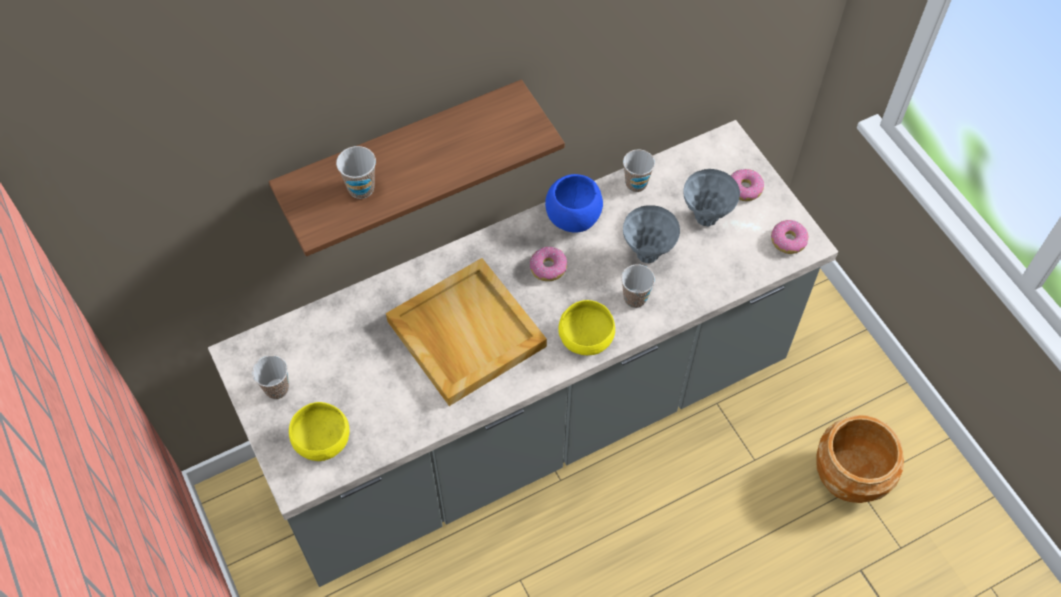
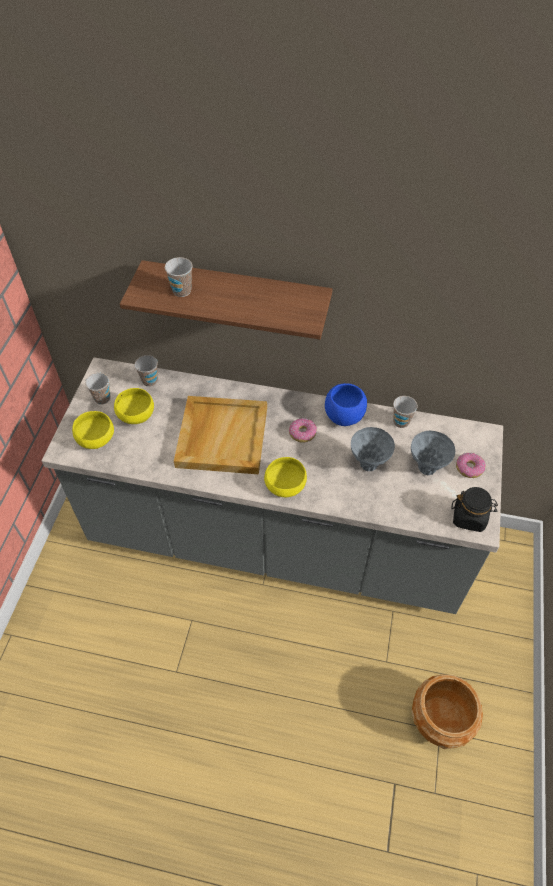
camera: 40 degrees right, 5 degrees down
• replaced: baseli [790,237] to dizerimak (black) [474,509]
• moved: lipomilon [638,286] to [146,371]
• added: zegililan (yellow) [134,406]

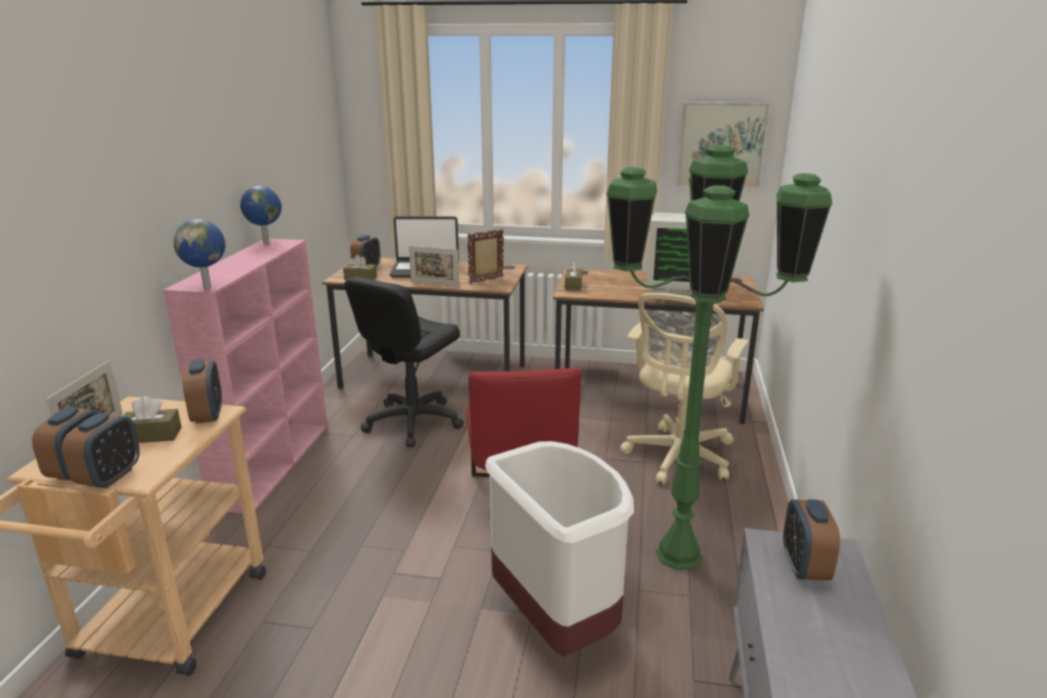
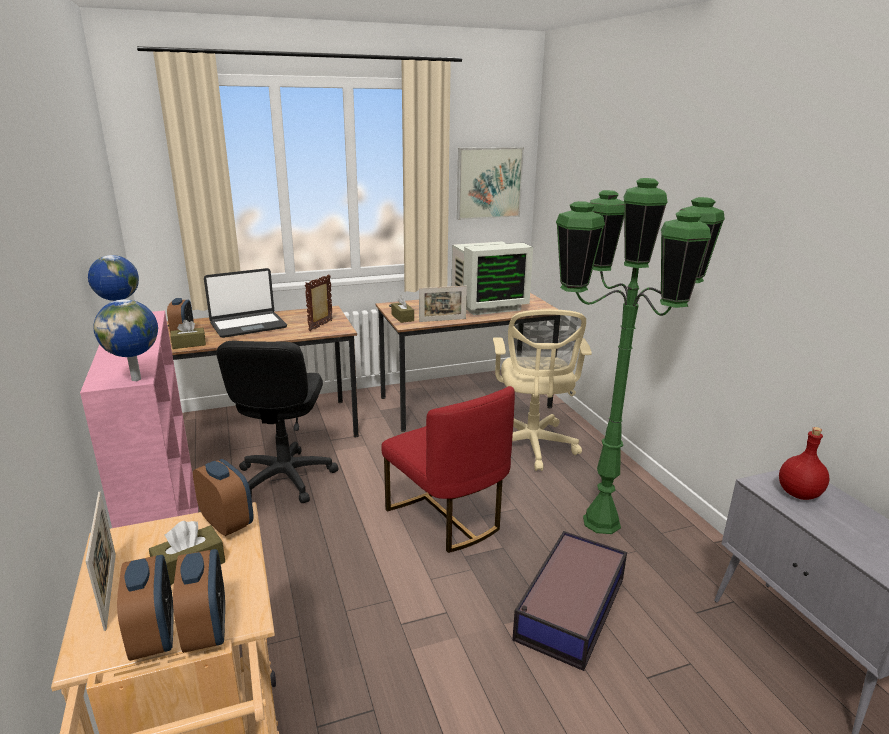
camera: 30 degrees left, 0 degrees up
• moved: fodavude [434,266] to [443,304]
• replaced: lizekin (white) [559,549] to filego [569,601]
• replaced: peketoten [811,539] to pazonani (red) [804,463]

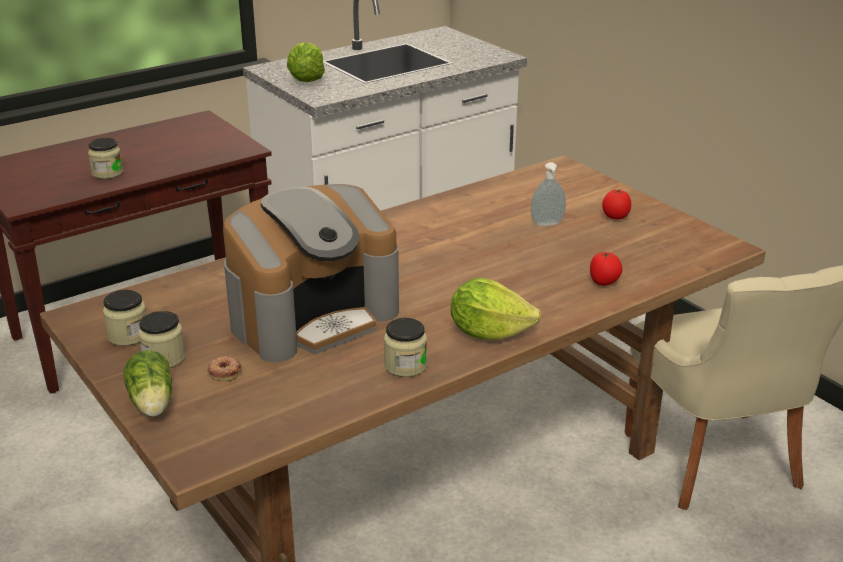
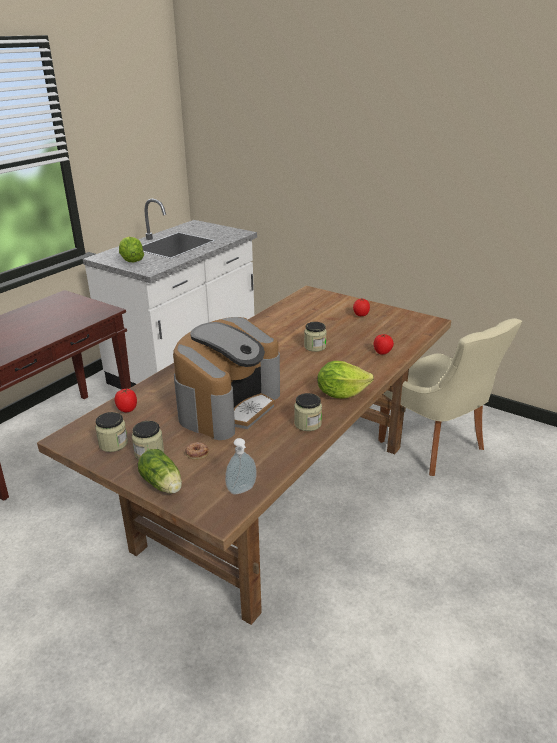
camera: 20 degrees left, 0 degrees up
• moved: dizerimak [105,158] to [315,337]
• moved: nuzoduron [548,194] to [241,466]
• added: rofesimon [126,400]

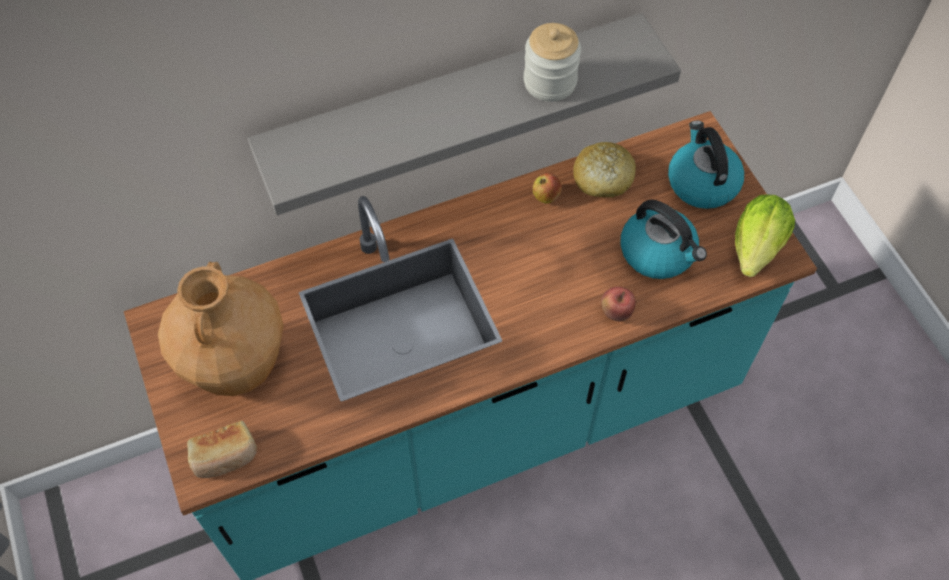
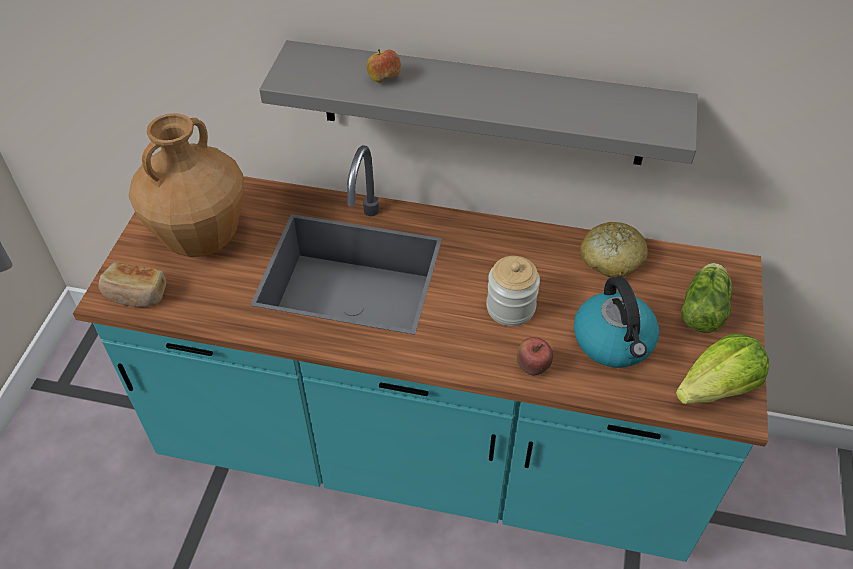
camera: 35 degrees right, 10 degrees down
• moved: dizerimak [552,62] to [513,291]
• replaced: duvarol [706,164] to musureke [706,298]
• moved: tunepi [547,188] to [384,66]

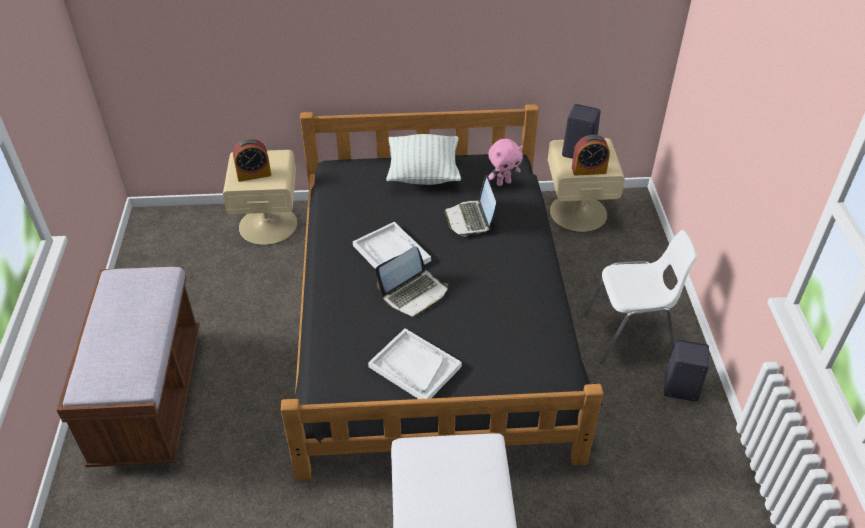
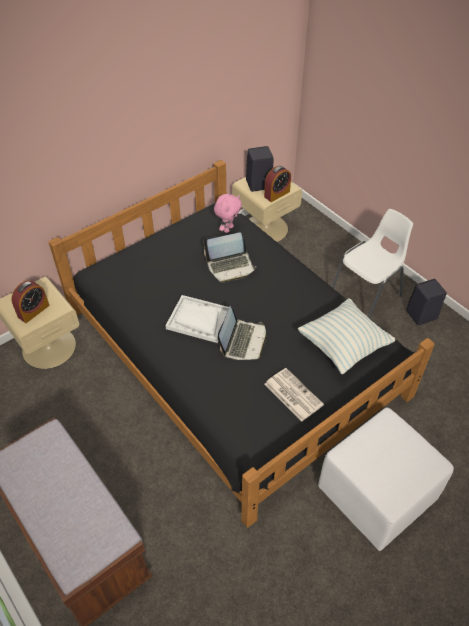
camera: 35 degrees left, 5 degrees up
• moved: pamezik [423,159] to [346,336]
• turned: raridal [470,205] = [230,257] 60 degrees counterclockwise
• replaced: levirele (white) [415,363] to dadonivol [294,395]

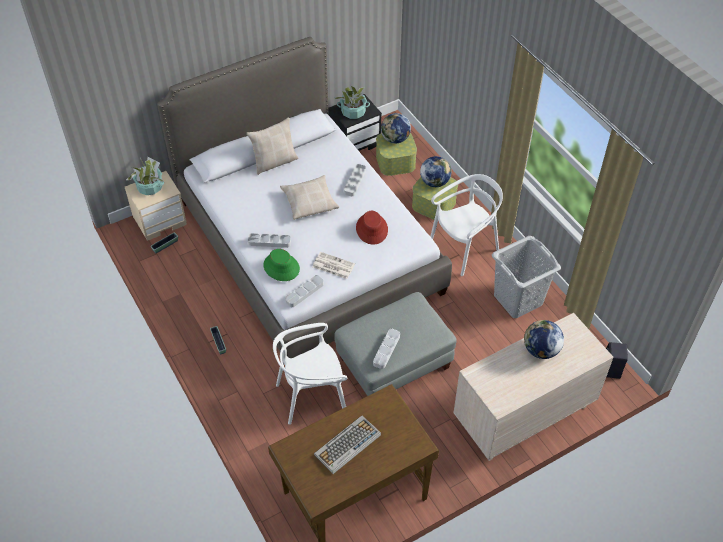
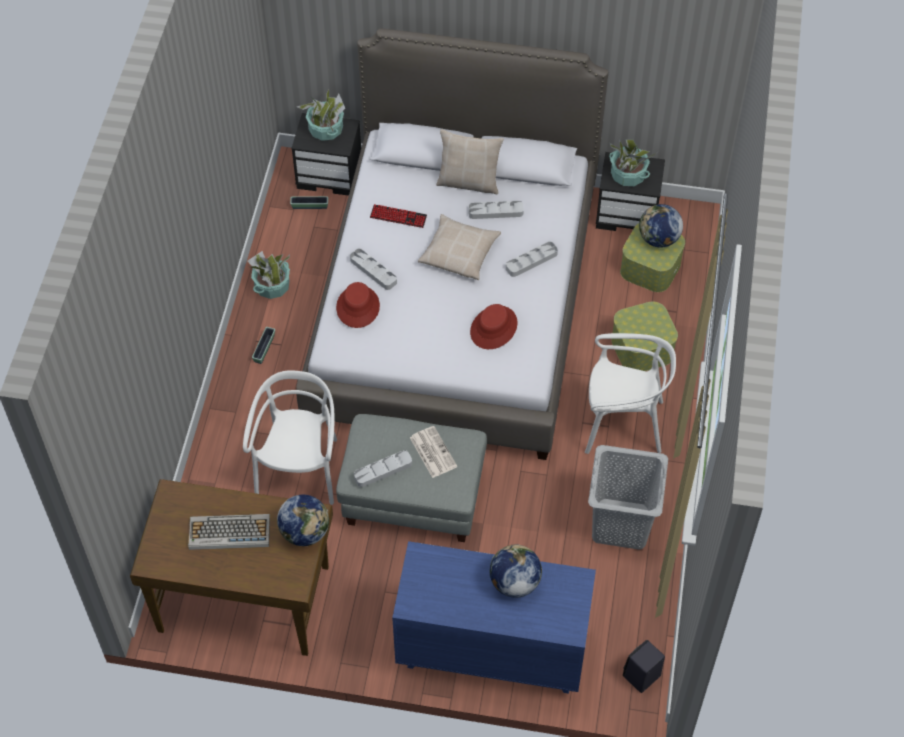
camera: 40 degrees right, 5 degrees up
• moved: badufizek [436,171] to [303,520]
• recoloured: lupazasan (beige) [156,206] to lupazasan (black) [326,154]
• recoloured: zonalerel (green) [281,265] to zonalerel (red) [358,305]
• moved: dadonivol [333,265] to [433,452]
• moved: levirele (grey) [304,291] to [496,210]
• recoloured: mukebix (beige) [533,387] to mukebix (blue) [494,617]
• turned: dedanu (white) [310,374] = [290,437] 75 degrees clockwise
• added: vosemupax [398,216]
• added: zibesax [268,275]

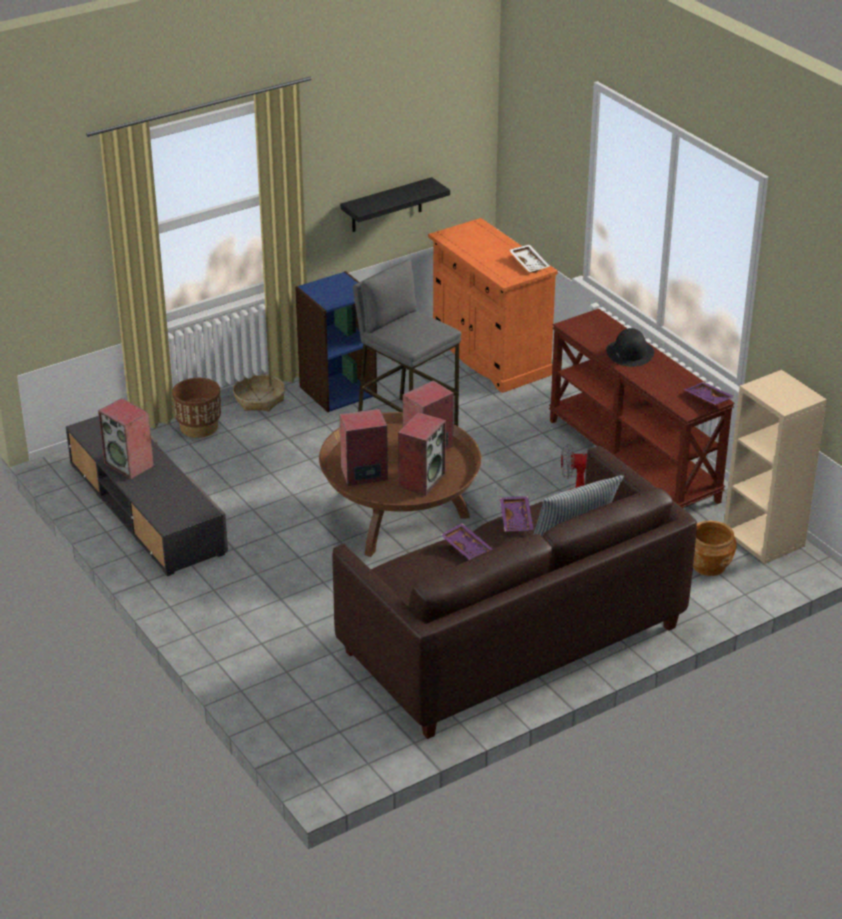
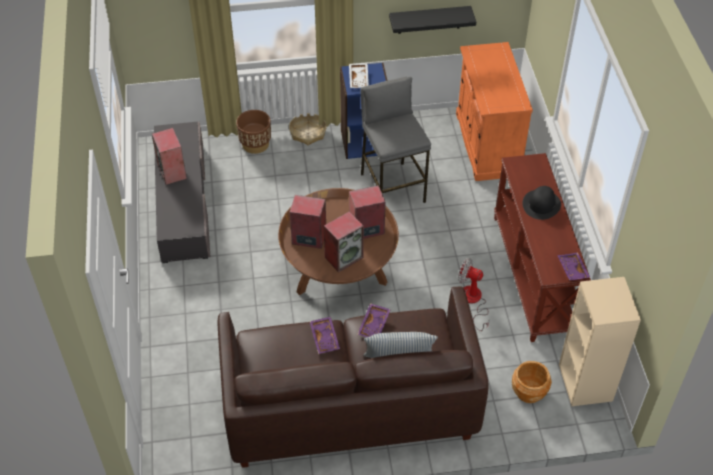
camera: 25 degrees right, 15 degrees up
• moved: levirele (white) [529,258] to [359,75]

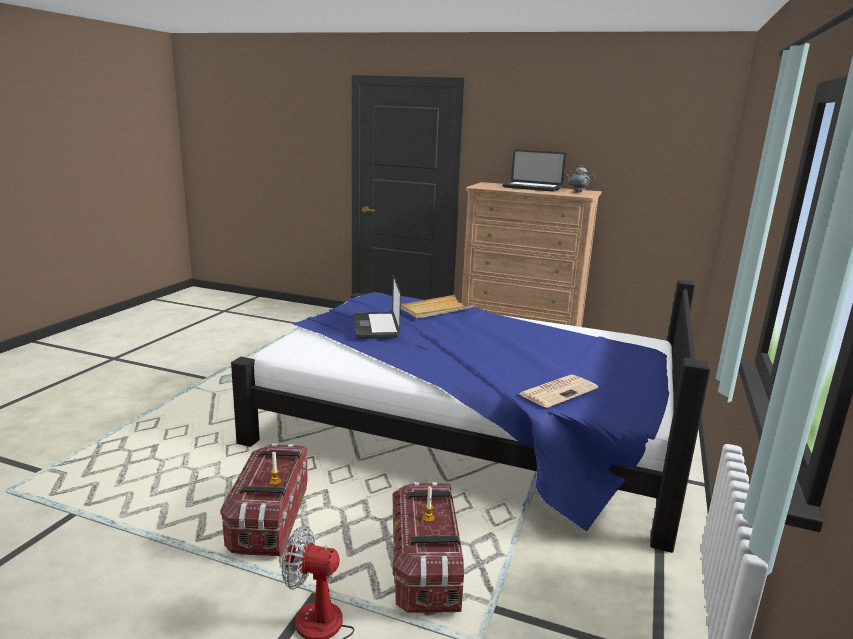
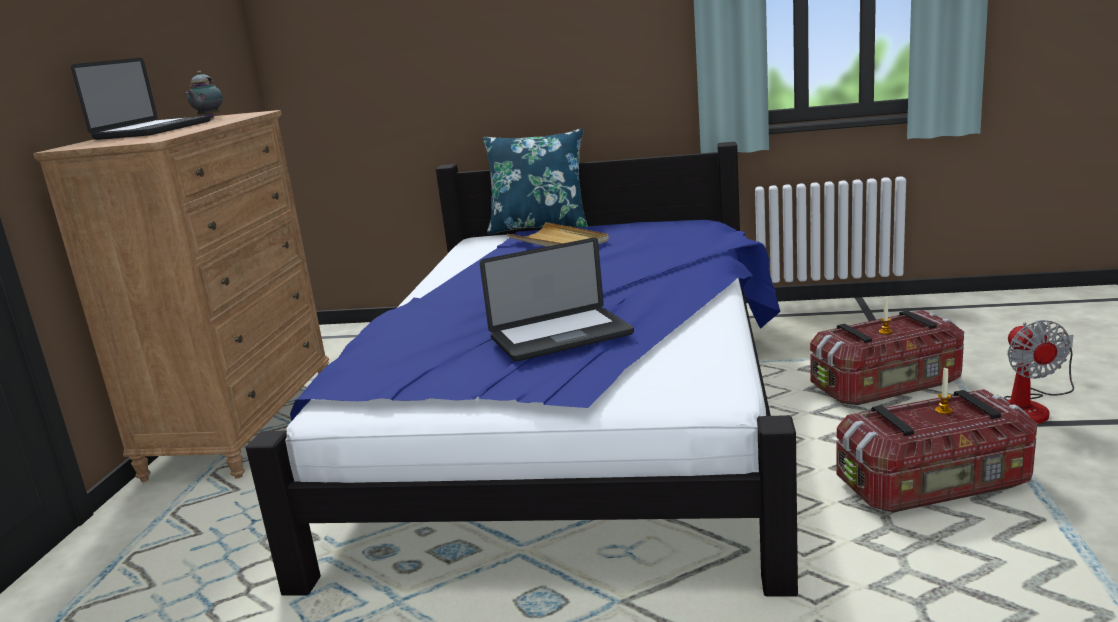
camera: 100 degrees left, 0 degrees up
• moved: levirele (beige) [438,307] to [558,234]
• removed: dadonivol [558,391]
• added: pamezik (blue) [535,181]

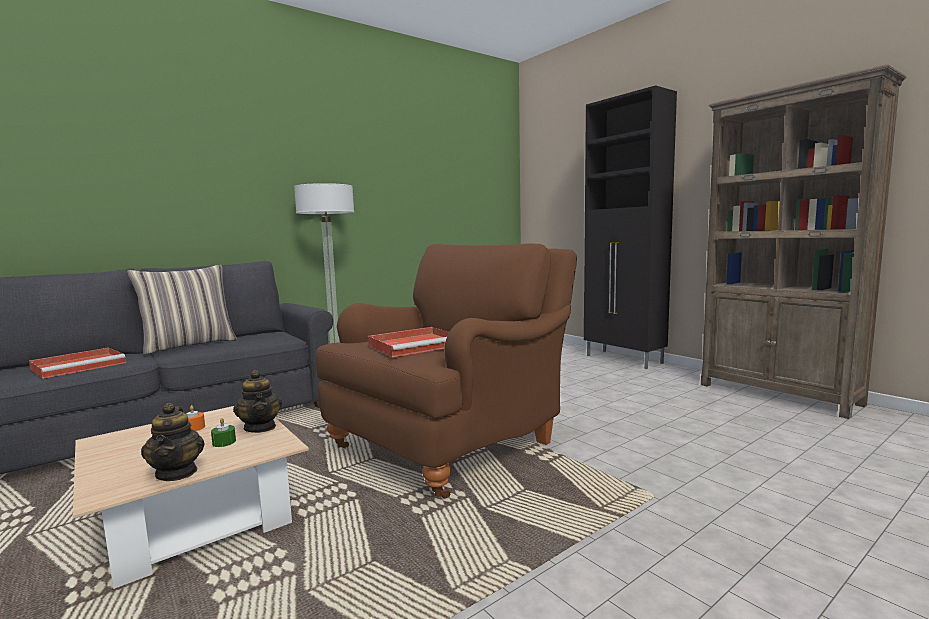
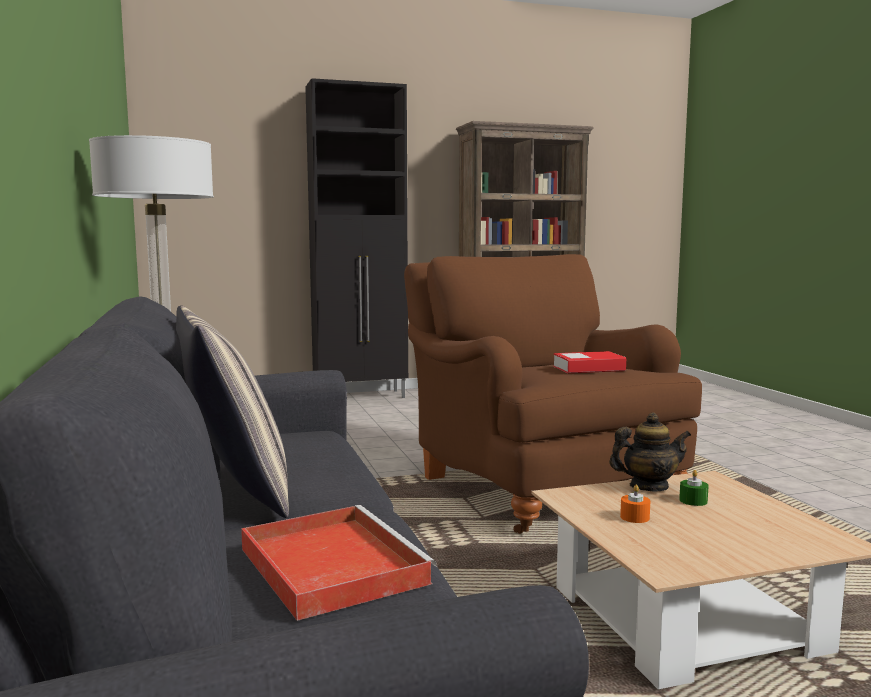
camera: 70 degrees left, 0 degrees up
• replaced: levirele (red) [408,342] to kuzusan [589,362]
• removed: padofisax [173,442]

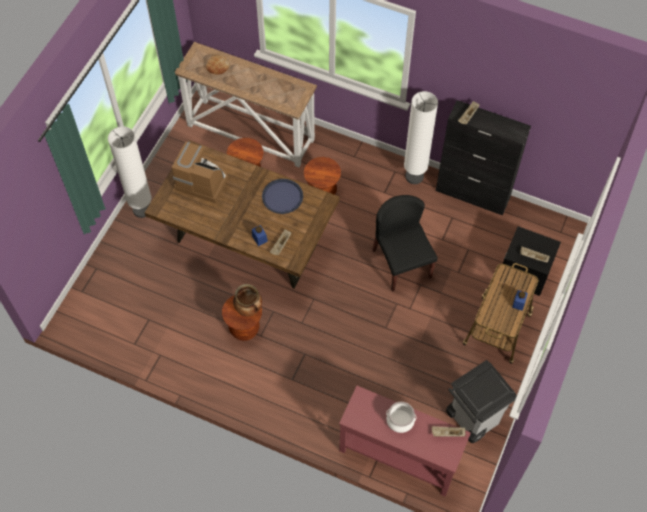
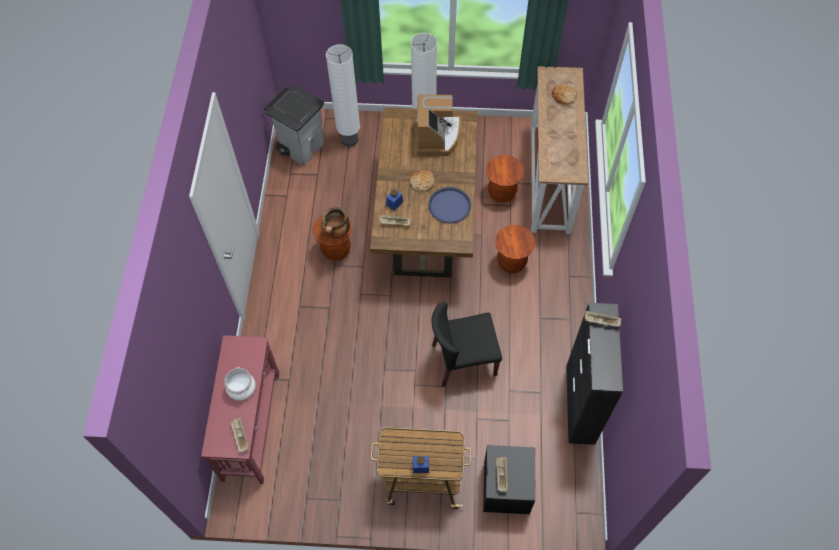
camera: 70 degrees right, 0 degrees up
• moved: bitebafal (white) [421,137] to [343,95]
• turned: dedanu (black) [405,243] = [467,344] 150 degrees counterclockwise
• moved: lizekin (grey) [481,401] to [293,125]
• added: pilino [422,180]

